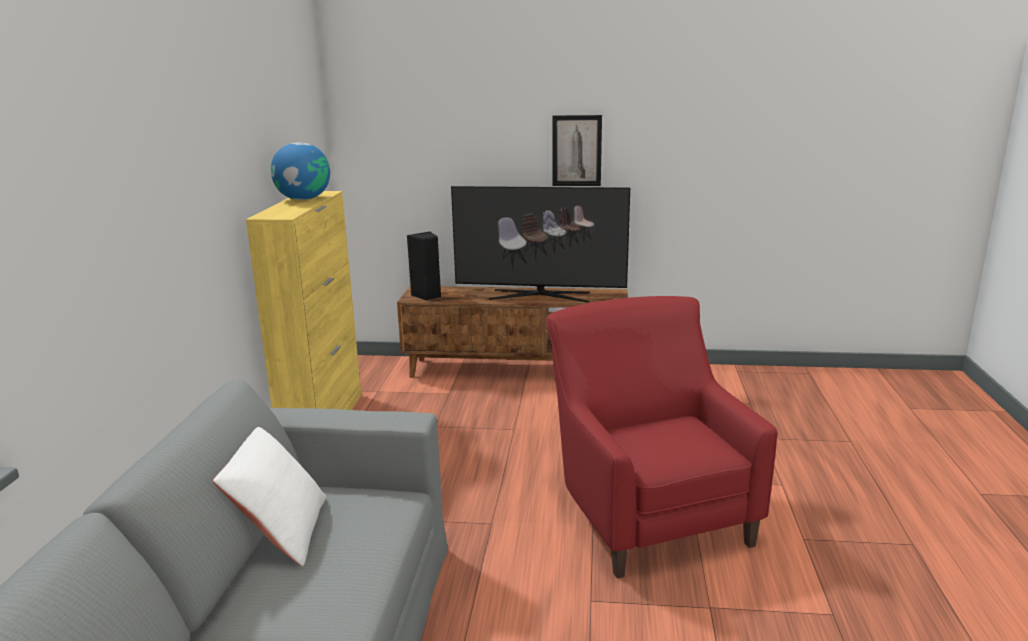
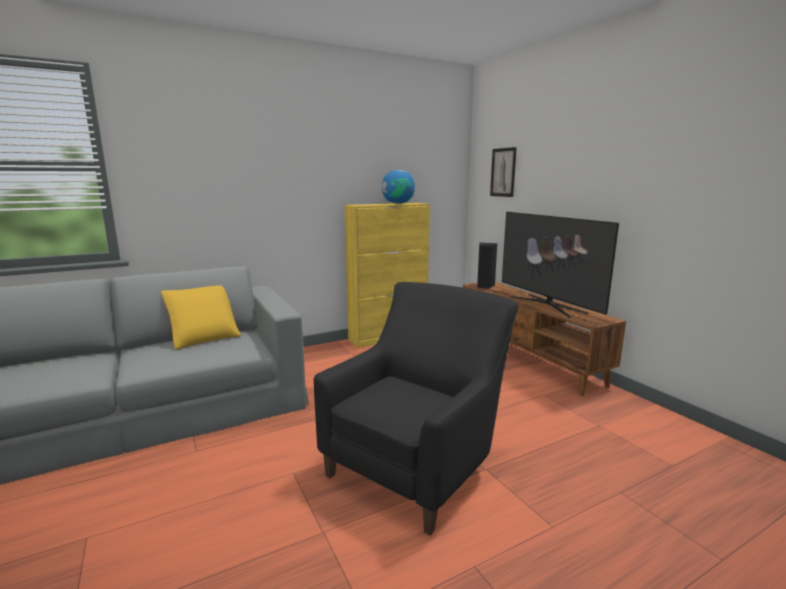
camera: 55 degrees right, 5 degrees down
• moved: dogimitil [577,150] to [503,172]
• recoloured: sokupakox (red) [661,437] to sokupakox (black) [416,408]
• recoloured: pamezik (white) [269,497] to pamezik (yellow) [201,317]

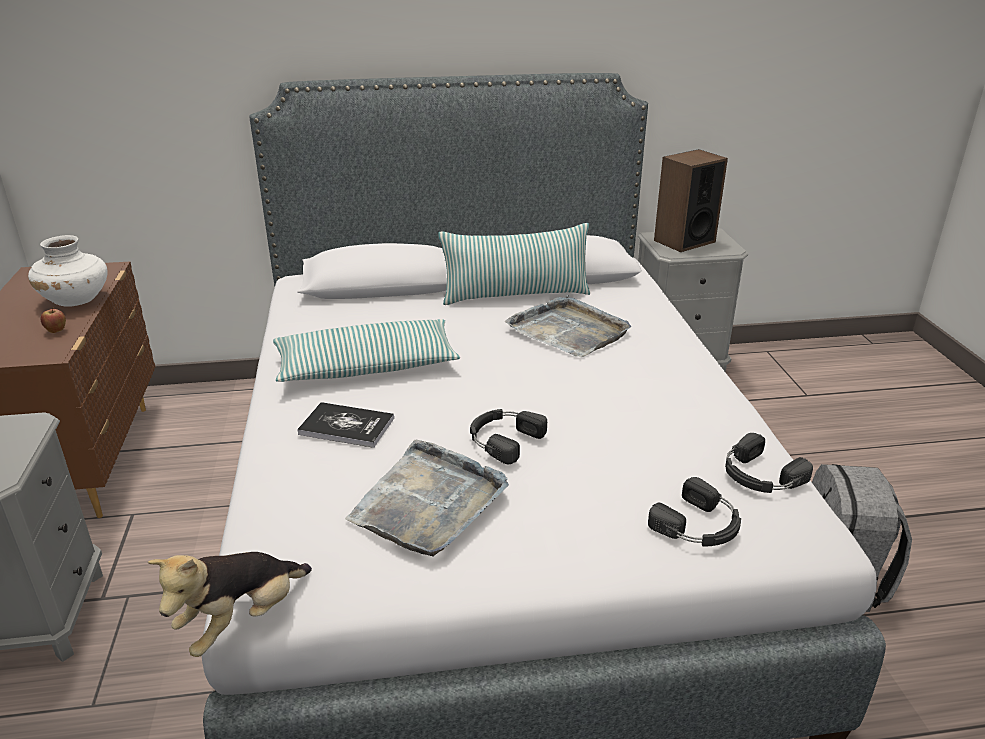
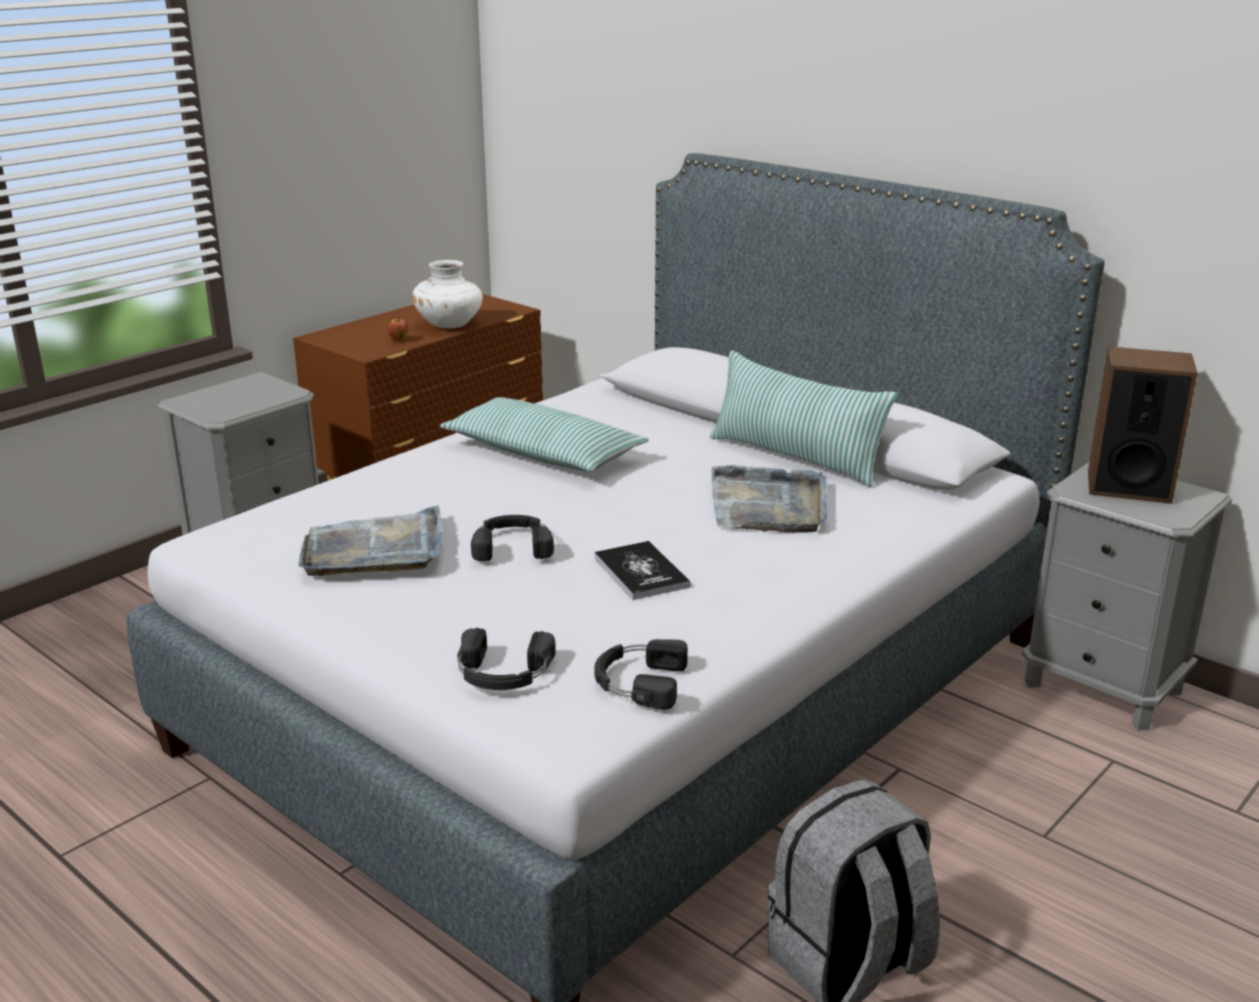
camera: 50 degrees right, 5 degrees down
• moved: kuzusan [345,425] to [642,570]
• removed: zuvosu [230,604]

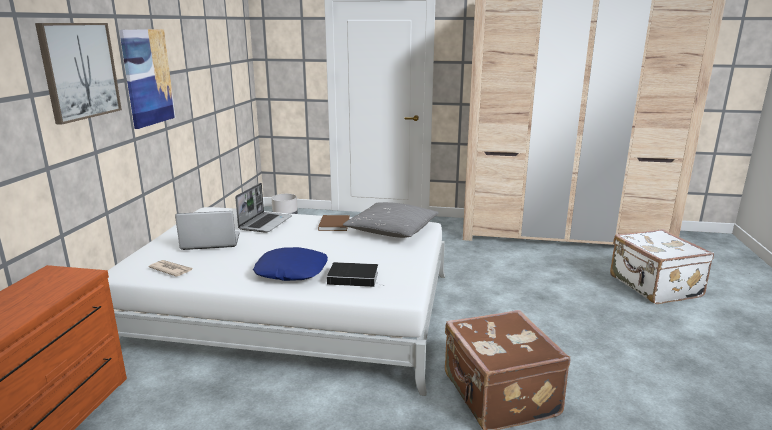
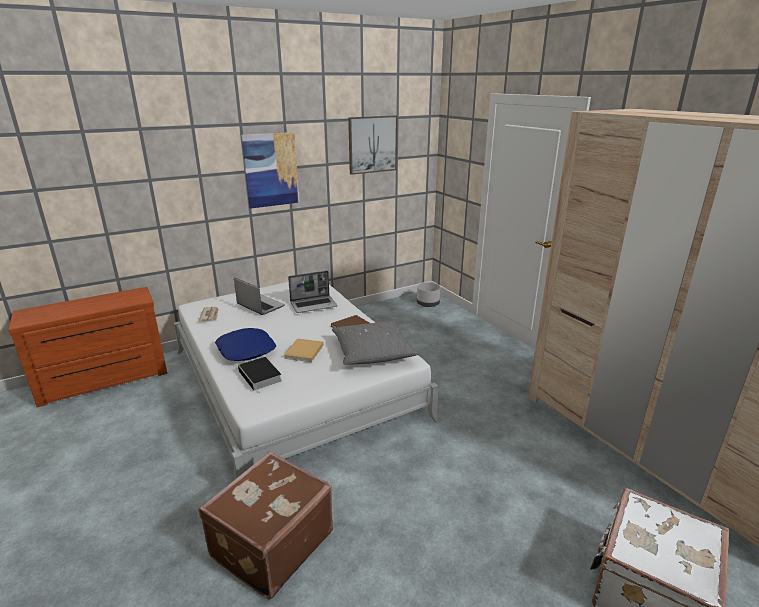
camera: 50 degrees right, 5 degrees up
• moved: dogimitil [78,74] to [373,145]
• added: kuzusan (beige) [304,350]

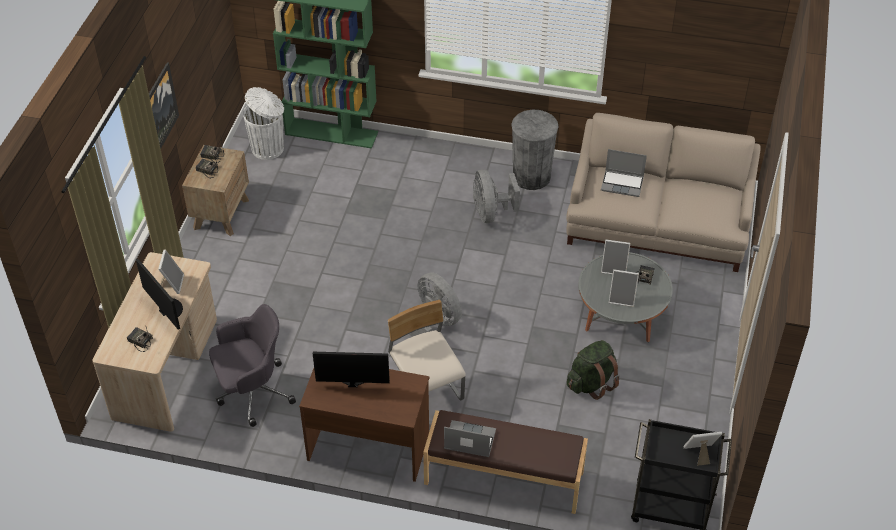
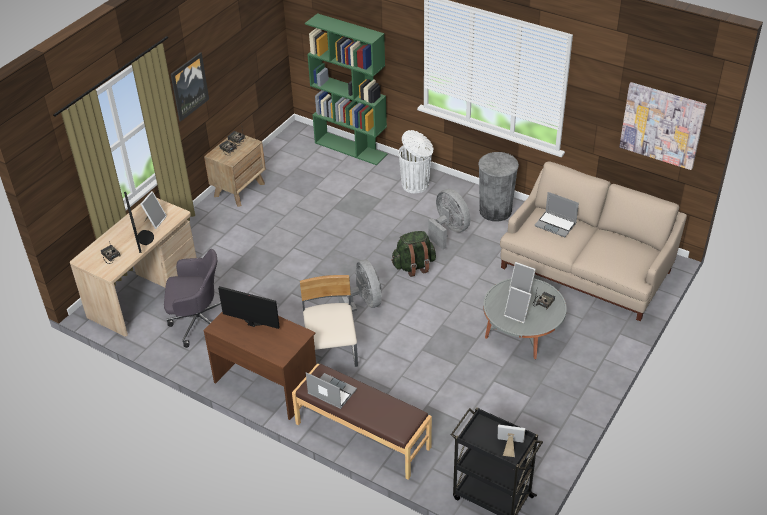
camera: 20 degrees right, 5 degrees down
• moved: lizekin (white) [263,123] to [416,161]
• turned: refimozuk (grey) [496,196] = [449,219] 135 degrees clockwise
• moved: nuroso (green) [593,370] to [413,254]
• added: dogimitil [663,126]

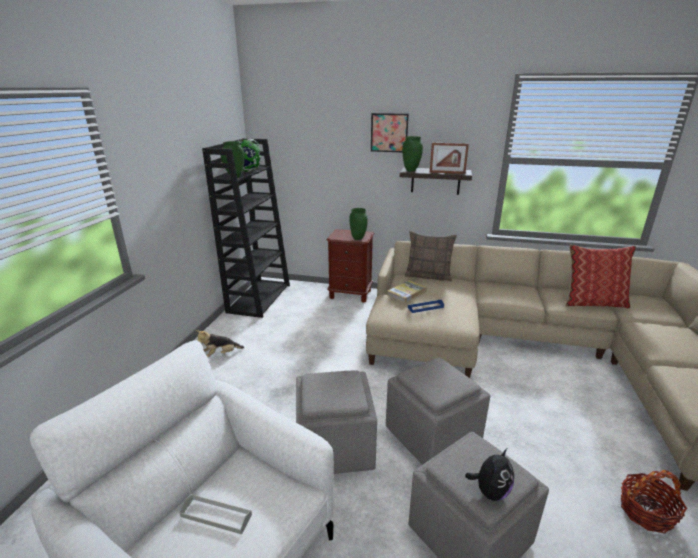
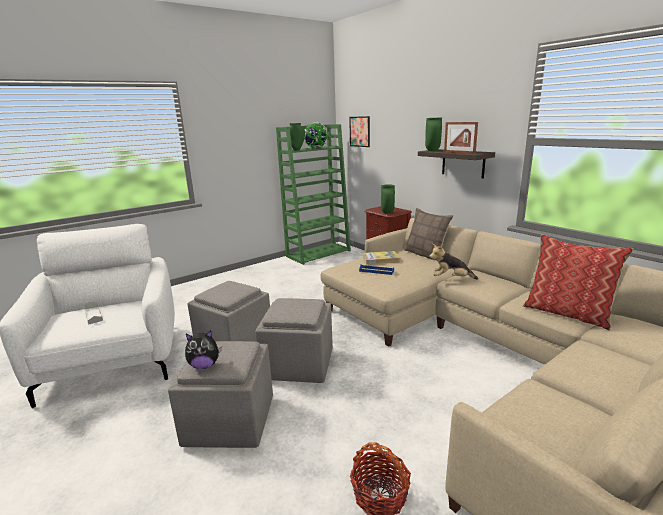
camera: 40 degrees right, 5 degrees down
• moved: dogimitil [390,132] to [359,131]
• recoloured: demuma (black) [246,228] to demuma (green) [313,194]
• moved: zuvosu [220,343] to [453,262]

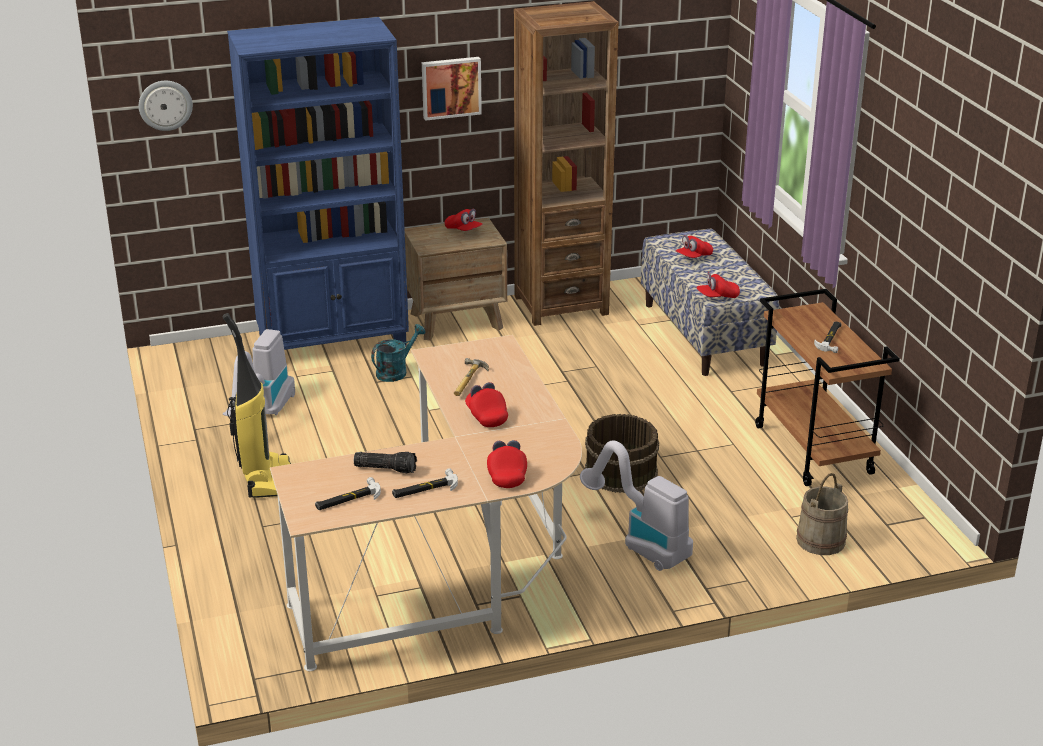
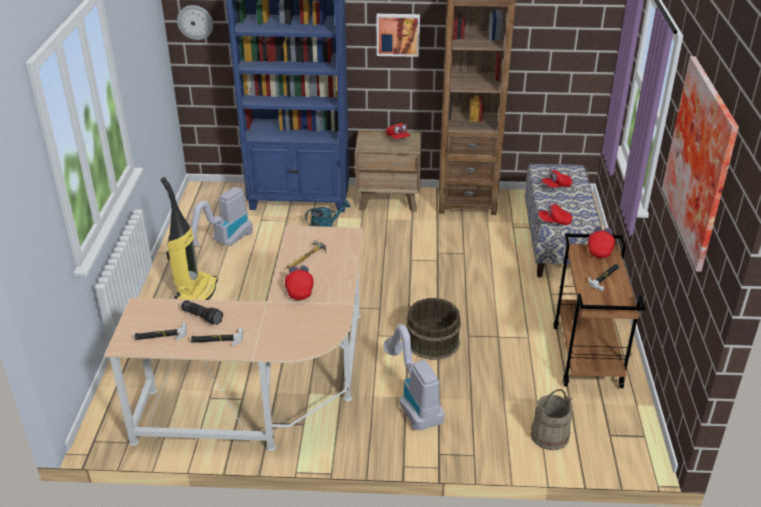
camera: 20 degrees right, 5 degrees up
• moved: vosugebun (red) [507,464] to [601,242]
• added: dogimitil [700,164]

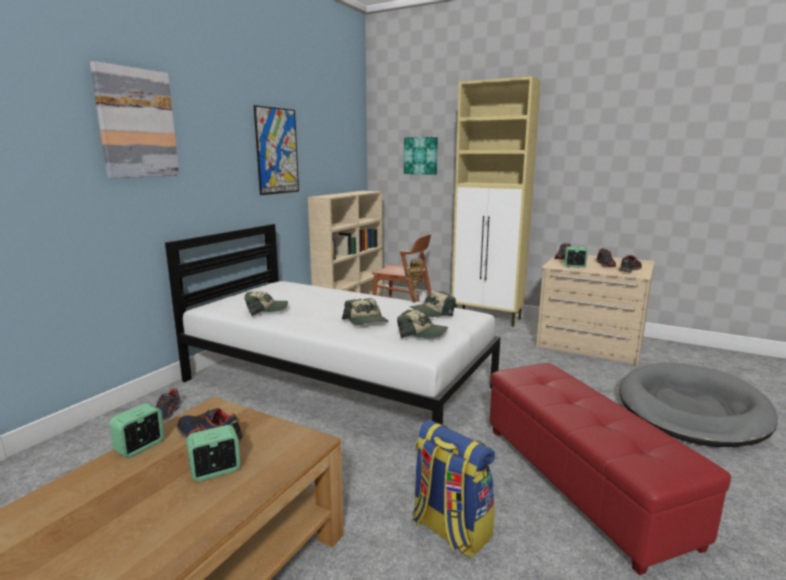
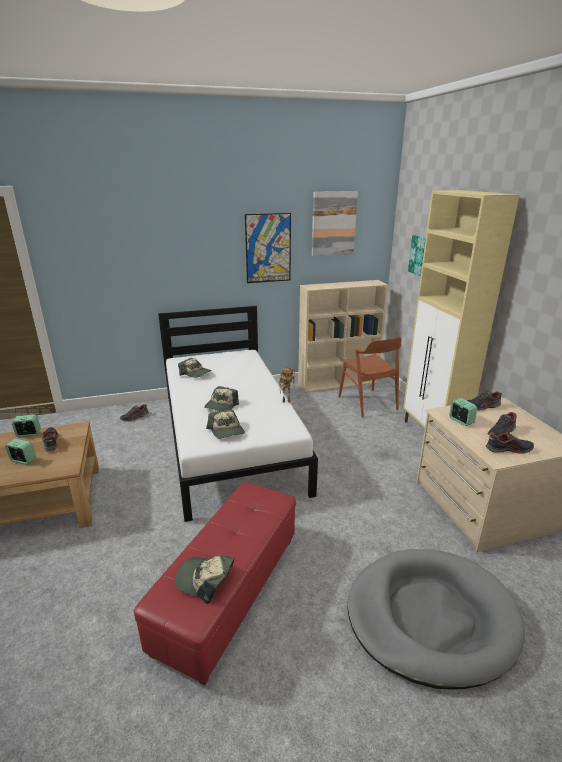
camera: 45 degrees right, 10 degrees up
• moved: dogimitil [135,119] to [335,223]
• moved: vosugebun [433,304] to [204,580]
• removed: nuroso [453,489]

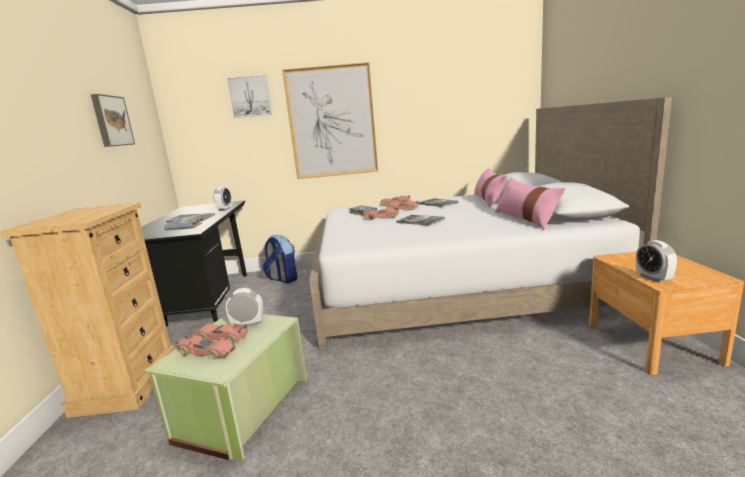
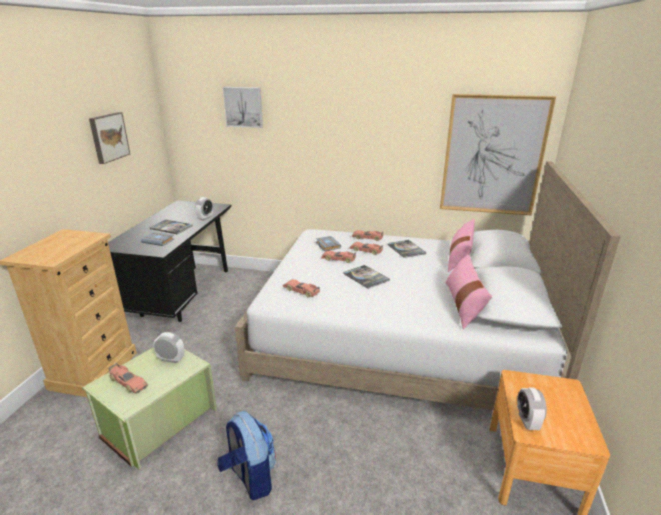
camera: 15 degrees right, 10 degrees up
• moved: dogimitil [330,120] to [498,155]
• moved: nuroso [280,259] to [246,455]
• moved: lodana [220,333] to [301,288]

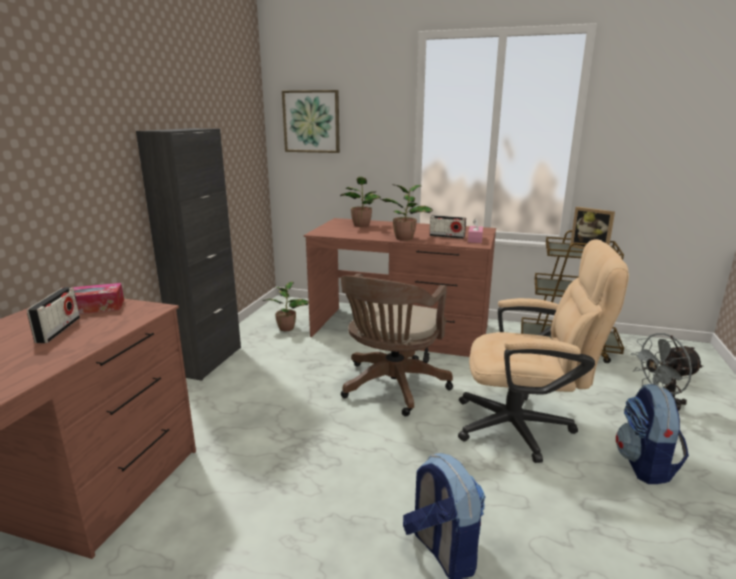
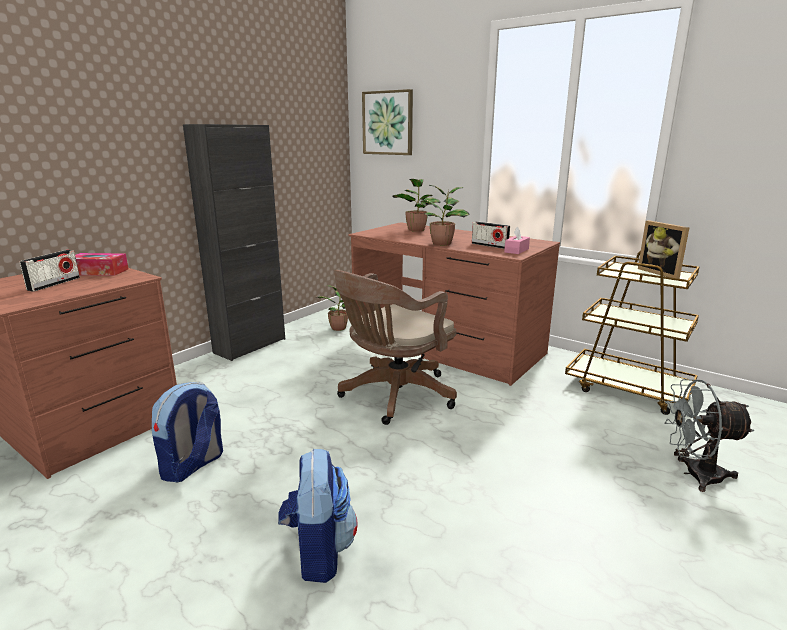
camera: 20 degrees right, 0 degrees up
• removed: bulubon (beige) [543,351]
• moved: nuroso [652,434] to [187,432]

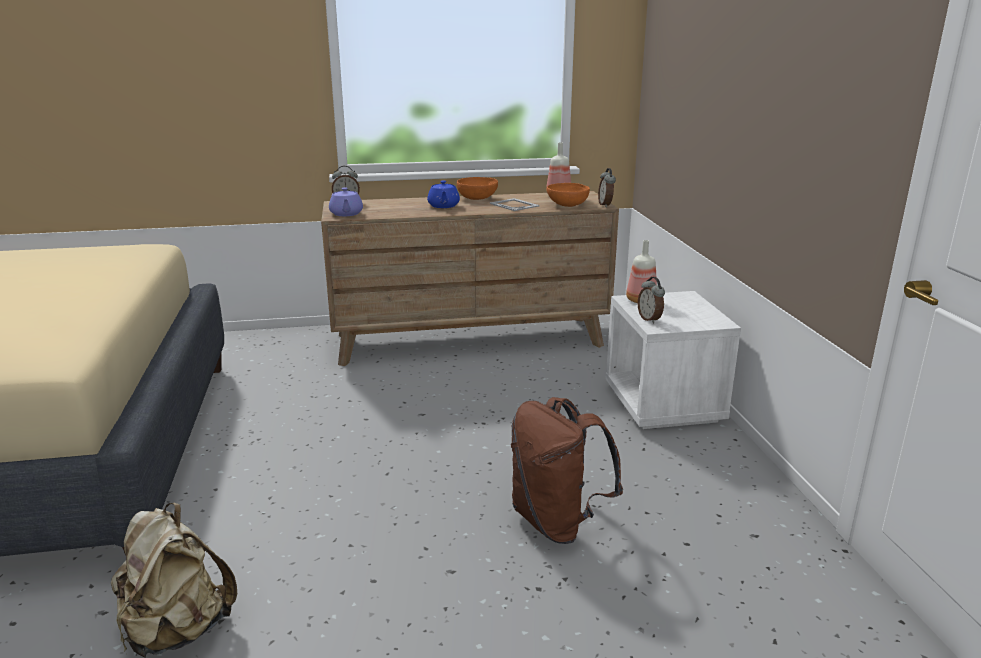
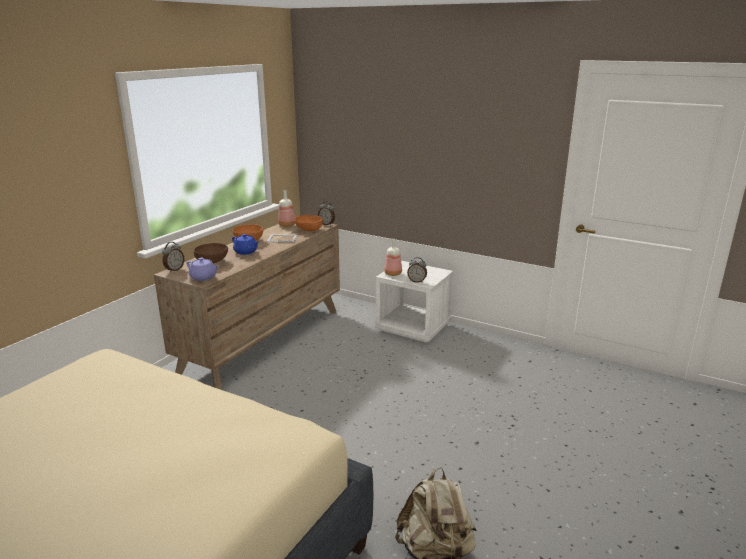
camera: 50 degrees left, 0 degrees up
• removed: nuroso (brown) [567,470]
• added: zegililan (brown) [211,253]

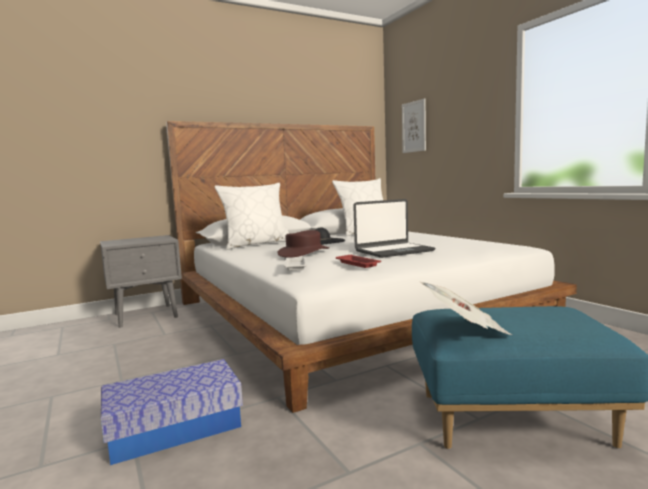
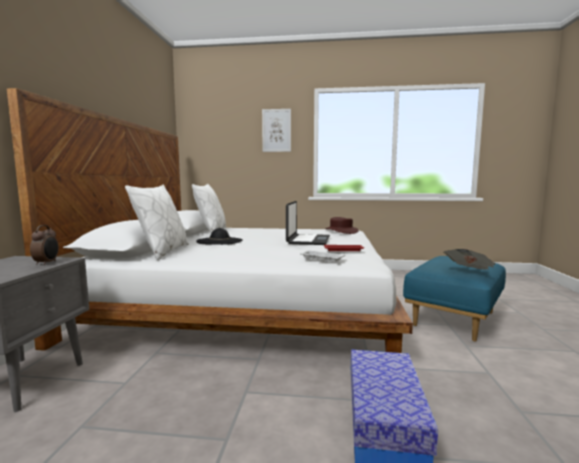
camera: 55 degrees left, 0 degrees up
• moved: dogimitil [414,126] to [276,130]
• moved: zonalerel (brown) [303,244] to [342,225]
• added: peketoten [44,245]

